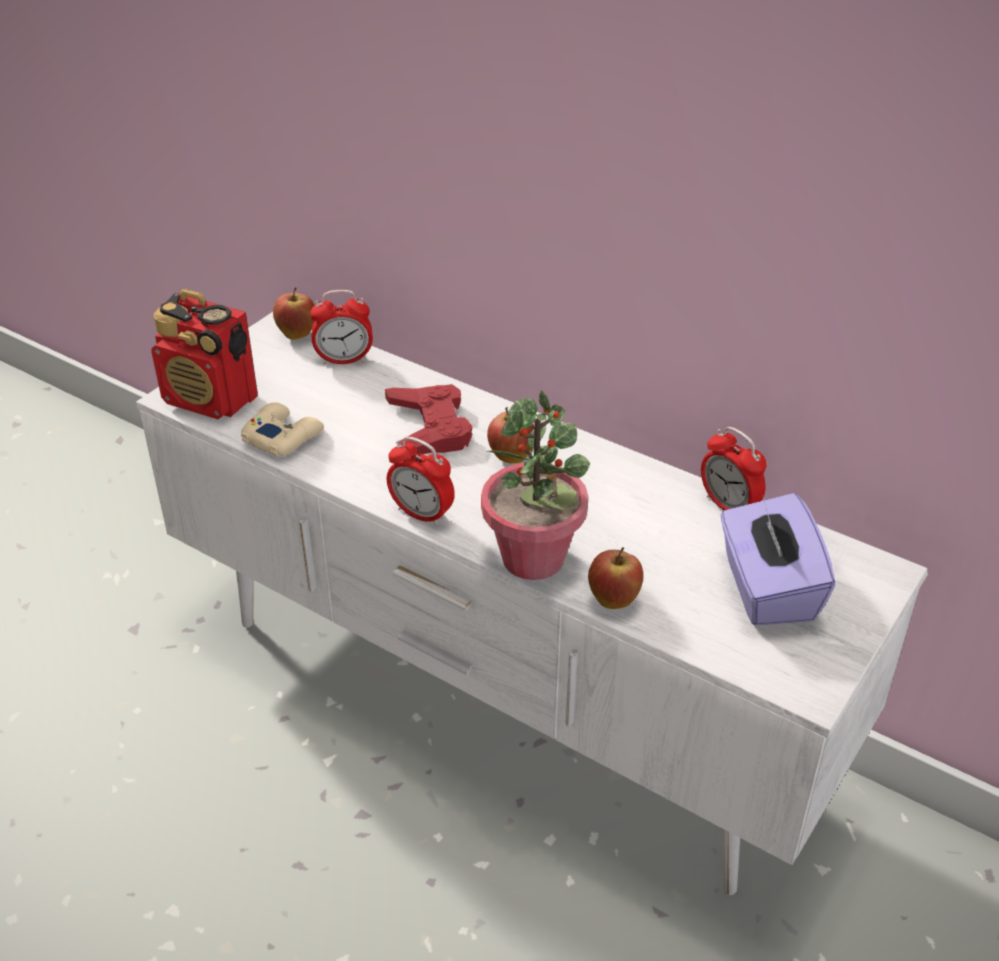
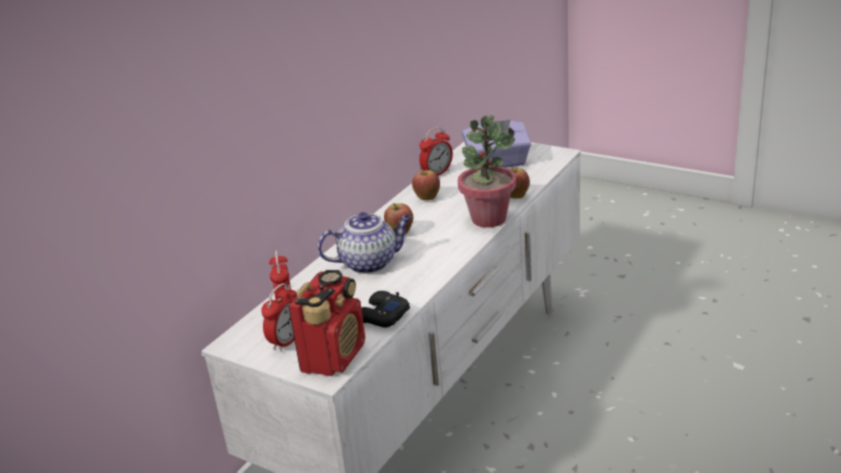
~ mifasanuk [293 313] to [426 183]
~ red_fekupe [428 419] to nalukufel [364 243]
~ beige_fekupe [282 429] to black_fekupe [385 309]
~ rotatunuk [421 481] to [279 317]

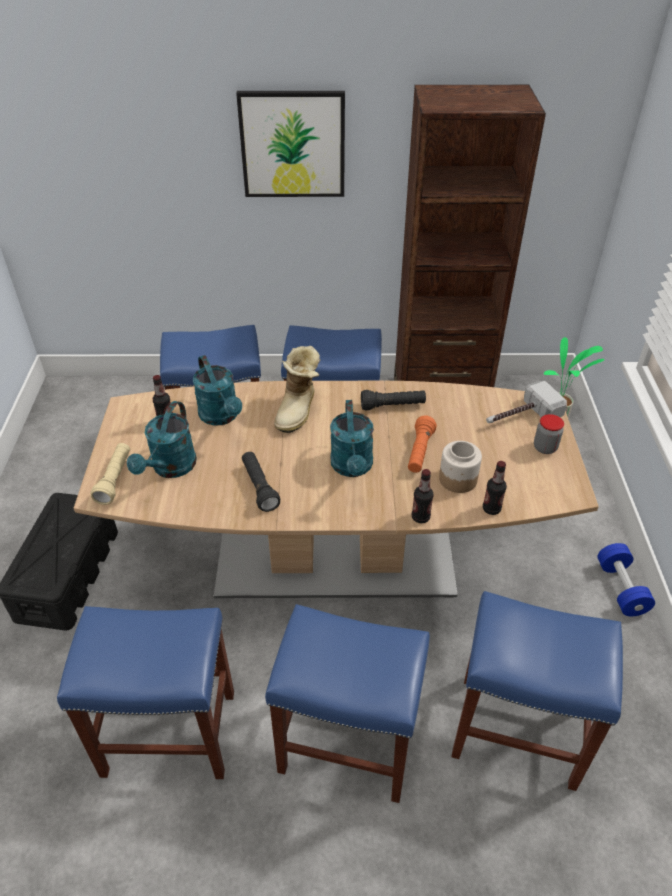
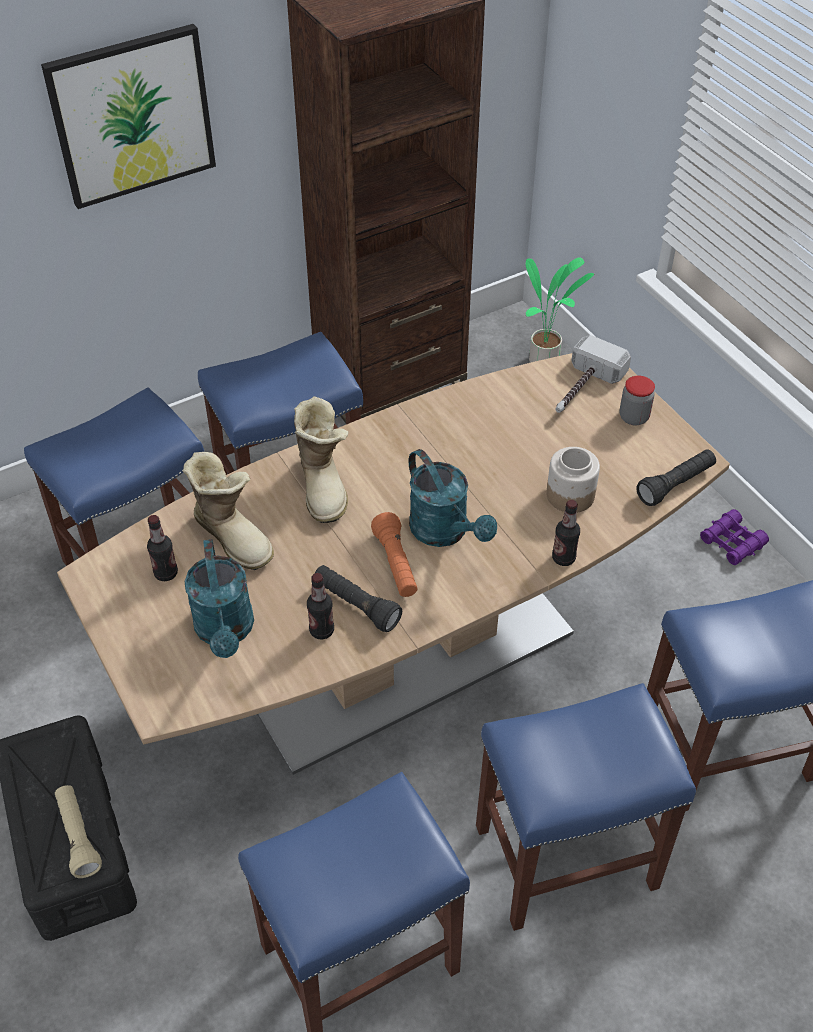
~ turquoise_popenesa [217 390] to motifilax [228 511]
~ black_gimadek [393 400] to [676 477]
~ orange_gimadek [422 444] to [394 554]
~ beige_gimadek [110 474] to [78 831]
~ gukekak [495 488] to [320 606]
~ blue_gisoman [626 579] to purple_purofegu [734 537]

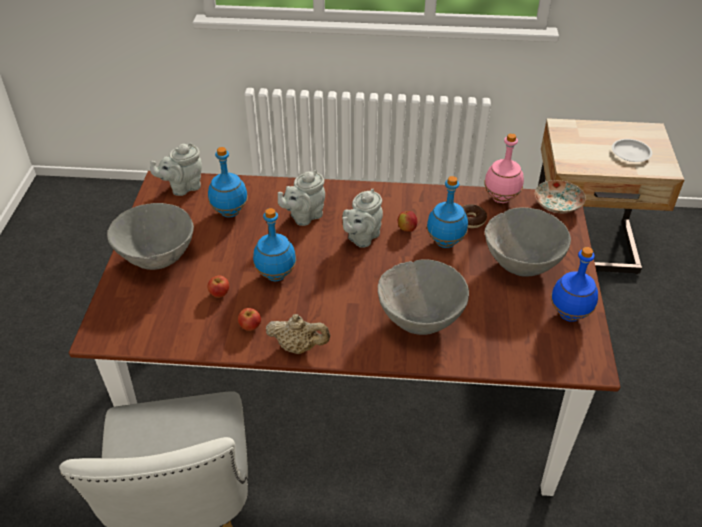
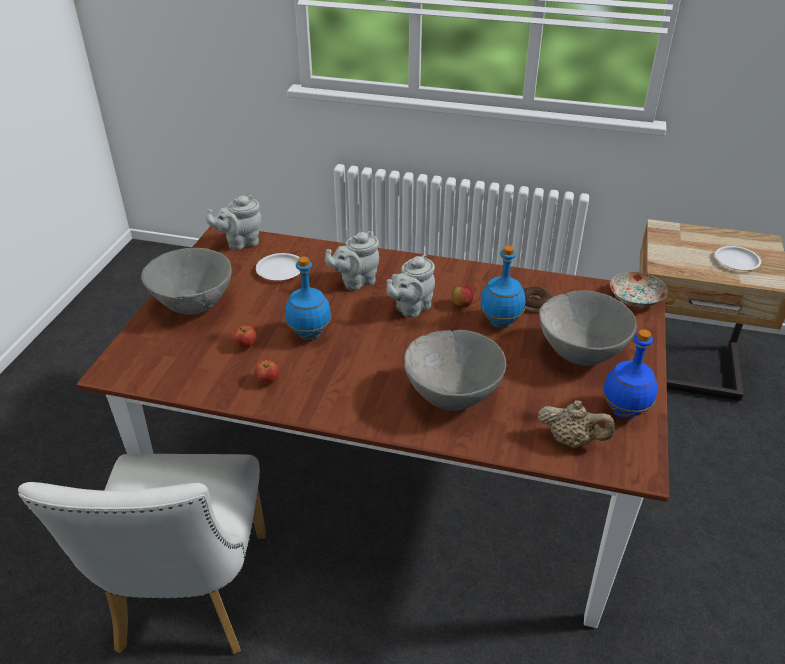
- pink_gukekak [504 168]
~ blue_gukekak [228 182] to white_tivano [278 267]
~ beige_nalukufel [298 334] to [576 424]

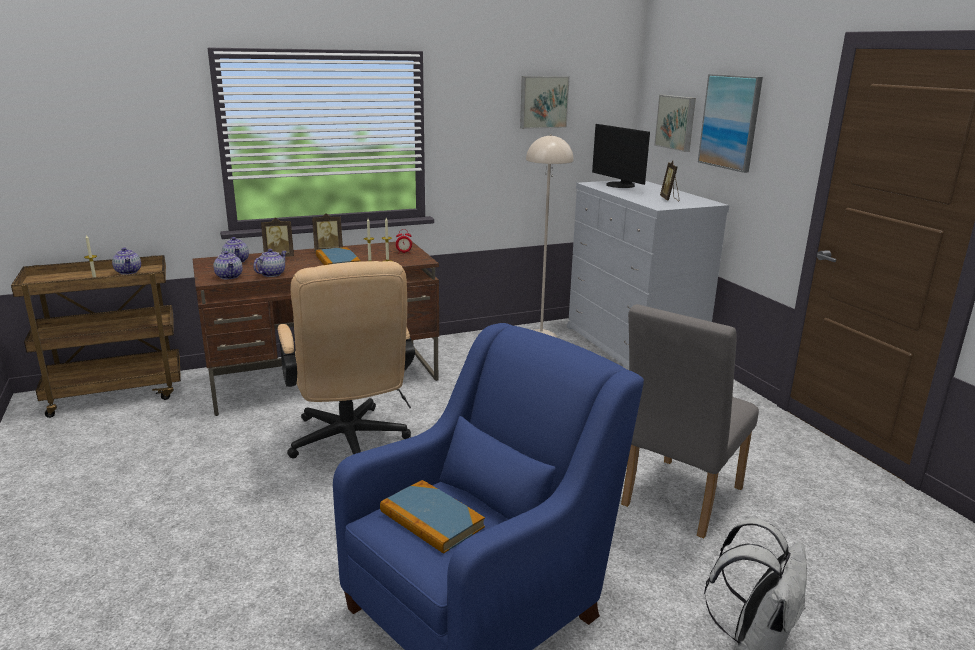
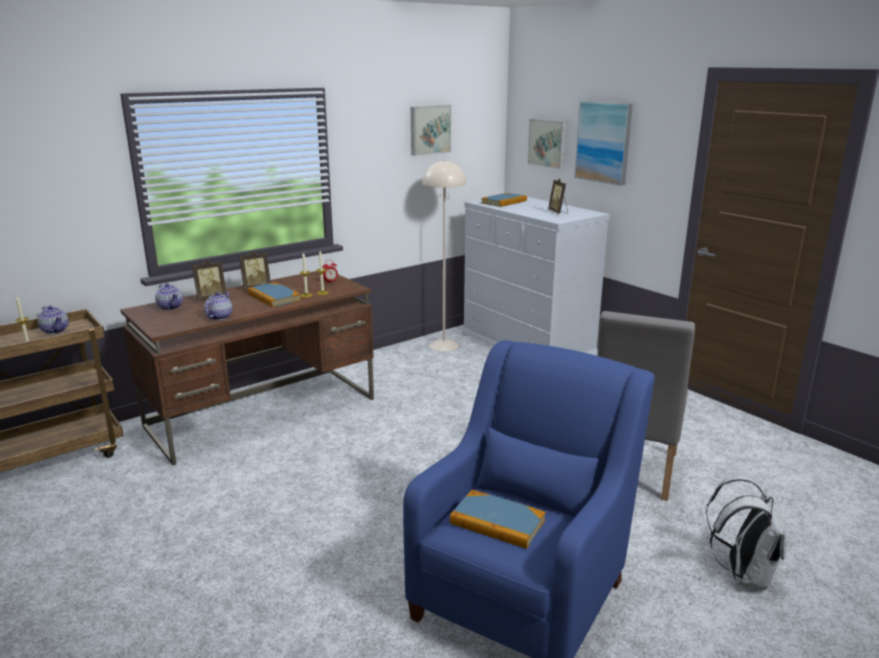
~ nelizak [621 156] to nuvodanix [504 200]
- nalukufel [228 265]
- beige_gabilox [346 360]

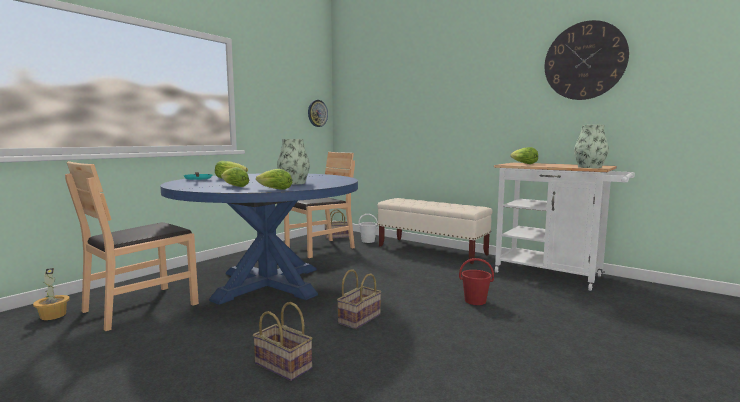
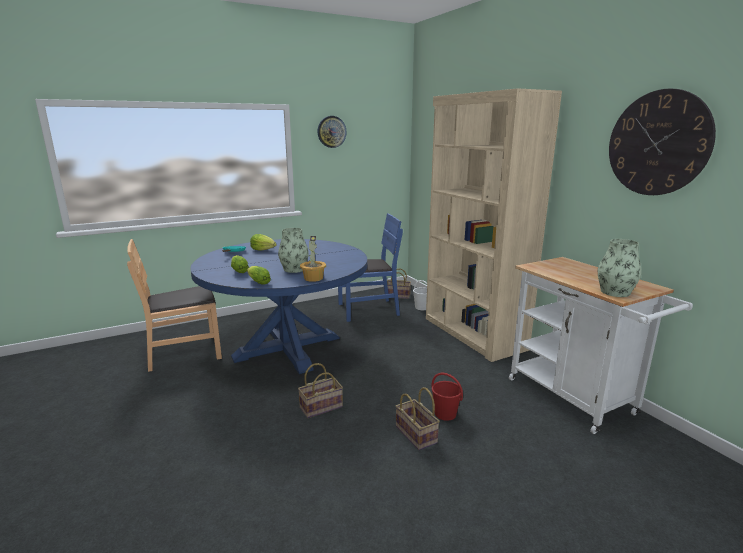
~ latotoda [318 113] to [332 132]
- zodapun [524 155]
~ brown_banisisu [319 205] to blue_banisisu [370 267]
~ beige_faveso [434 231] to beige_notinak [494 225]
~ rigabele [51 294] to [313 259]
~ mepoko [283 341] to [418 418]

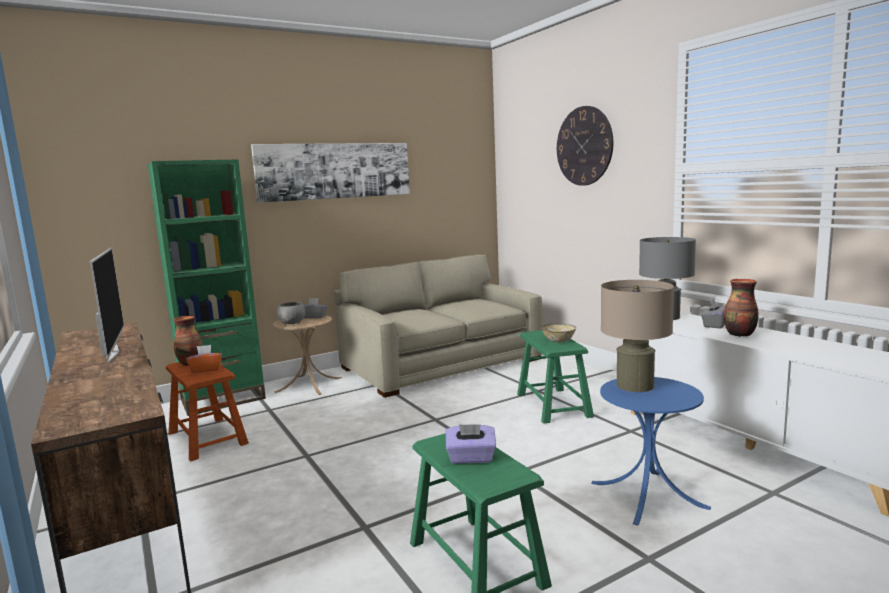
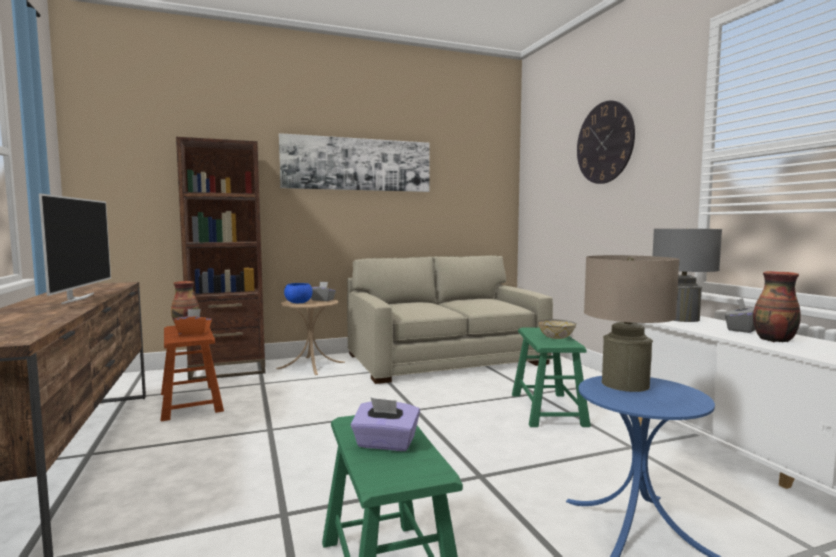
~ green_notinak [207 288] to brown_notinak [220 258]
~ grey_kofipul [291 313] to blue_kofipul [298 293]

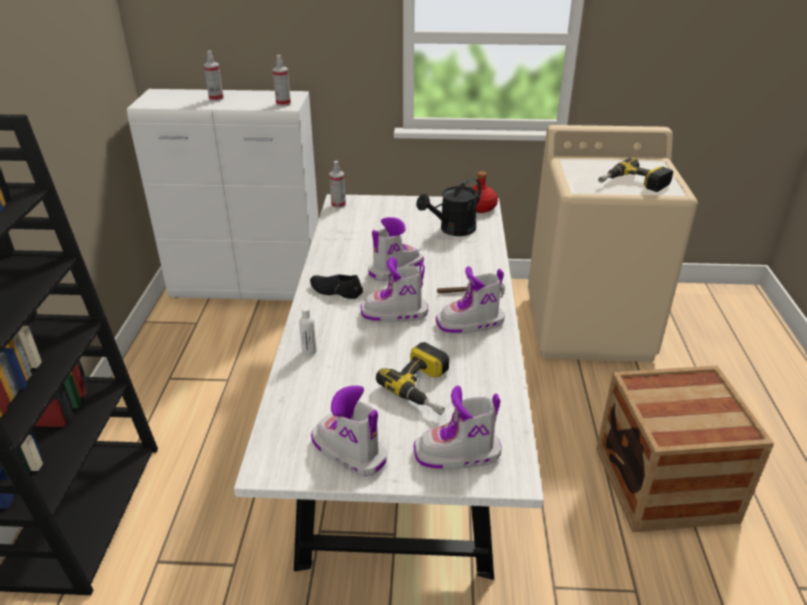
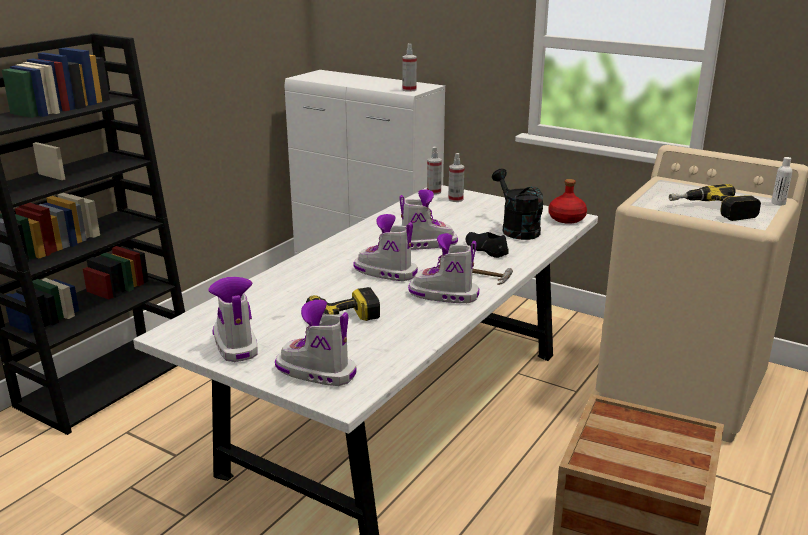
~ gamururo [214 75] to [456 177]
~ black_popenesa [448 207] = [517 204] 75 degrees clockwise
~ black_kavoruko [336 286] to [487 245]
~ white_gukekak [308 331] to [781 181]

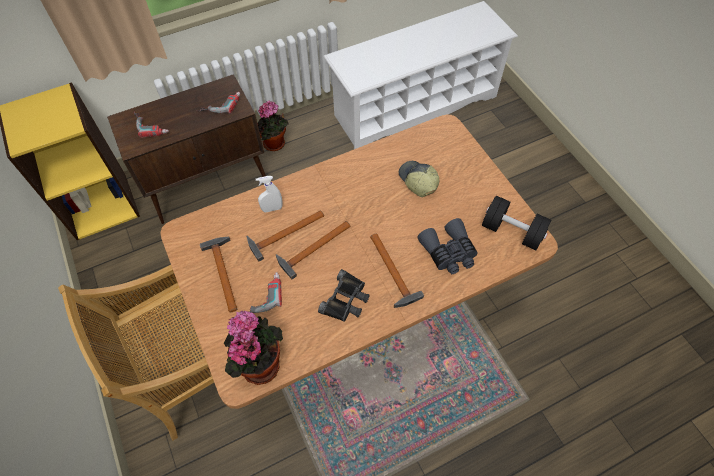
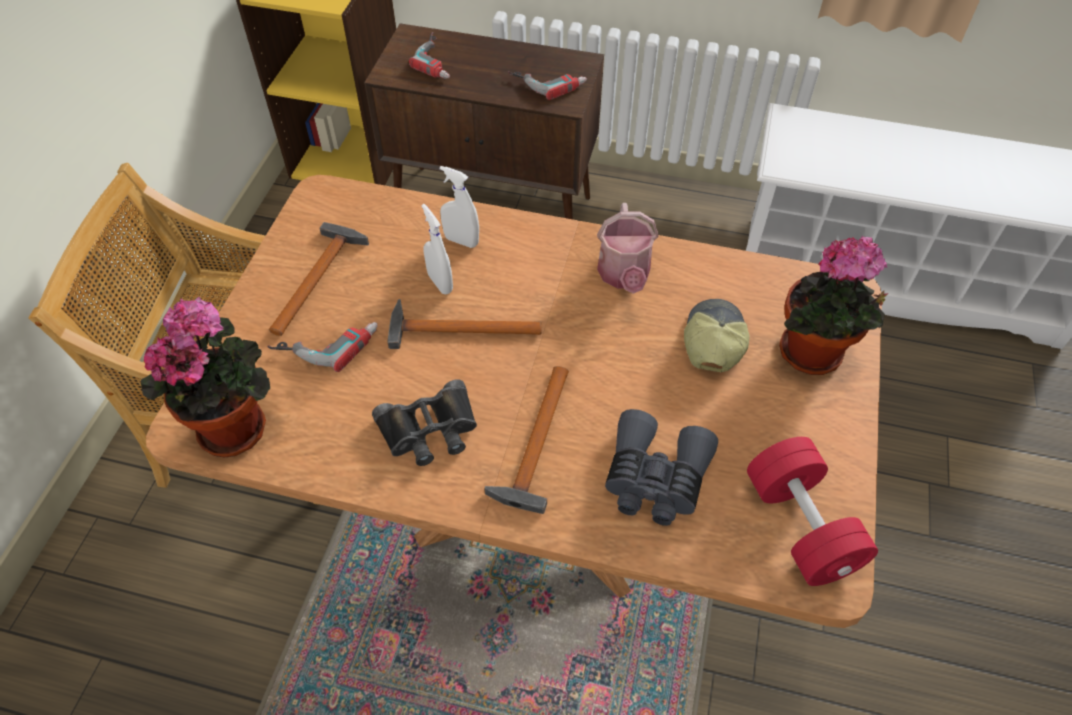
~ rigabele [272 125] to [834 305]
~ black_gisoman [516 223] to red_gisoman [812 511]
~ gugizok [285 236] to white_gamururo [437 249]
+ popenesa [628 248]

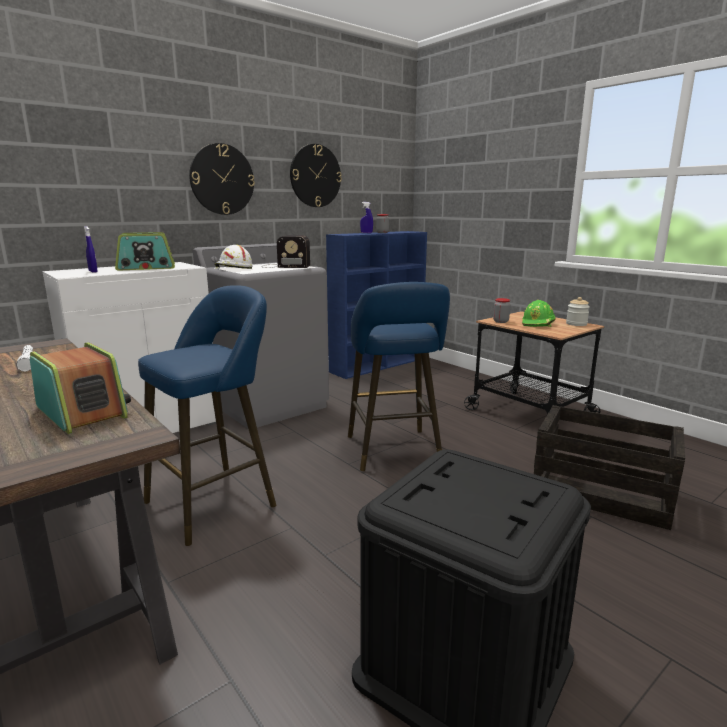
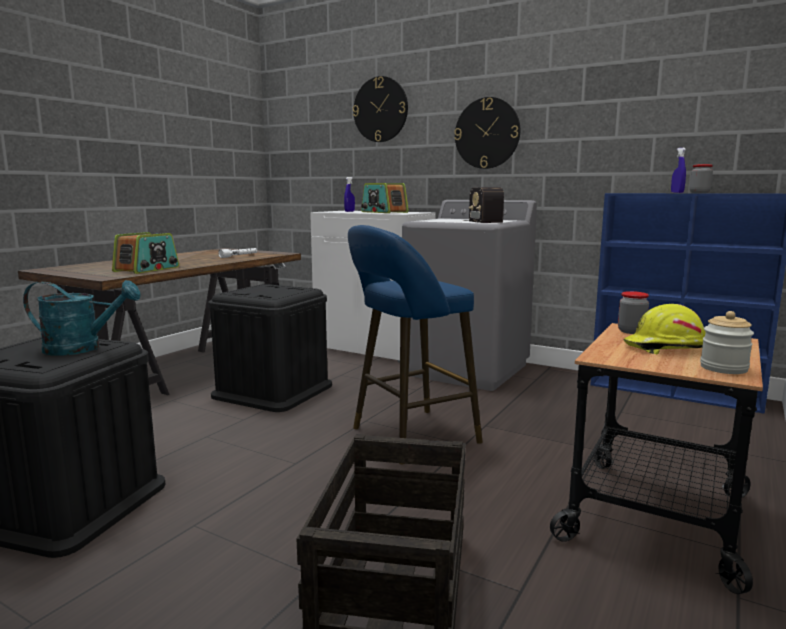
~ latotoda [316 175] to [380 109]
- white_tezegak [234 257]
~ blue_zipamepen [207 415] to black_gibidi [270 348]
~ green_tezegak [539 313] to yellow_tezegak [665 329]
+ turquoise_popenesa [82 318]

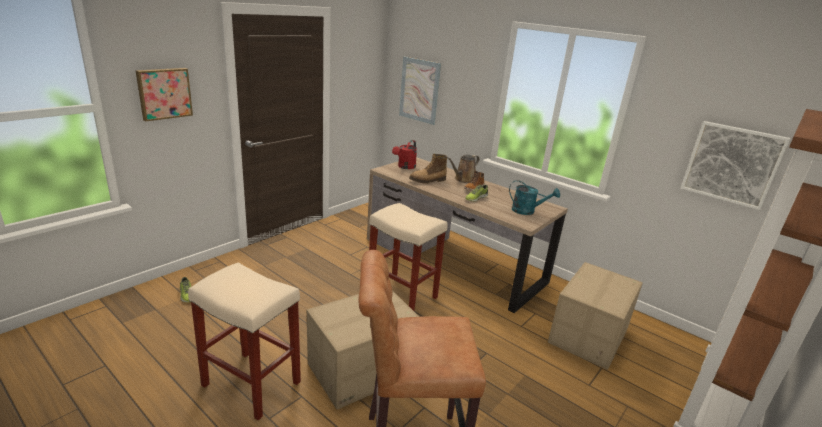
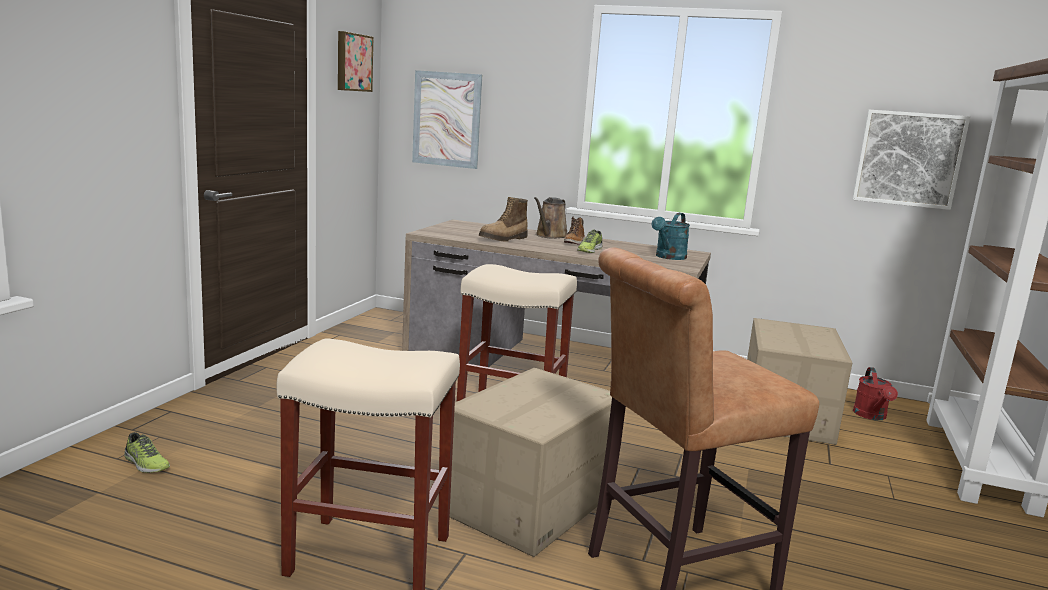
~ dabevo [164 94] to [355 61]
~ red_popenesa [404 154] to [875 393]
~ turquoise_popenesa [534 197] = [671 236] 120 degrees clockwise

